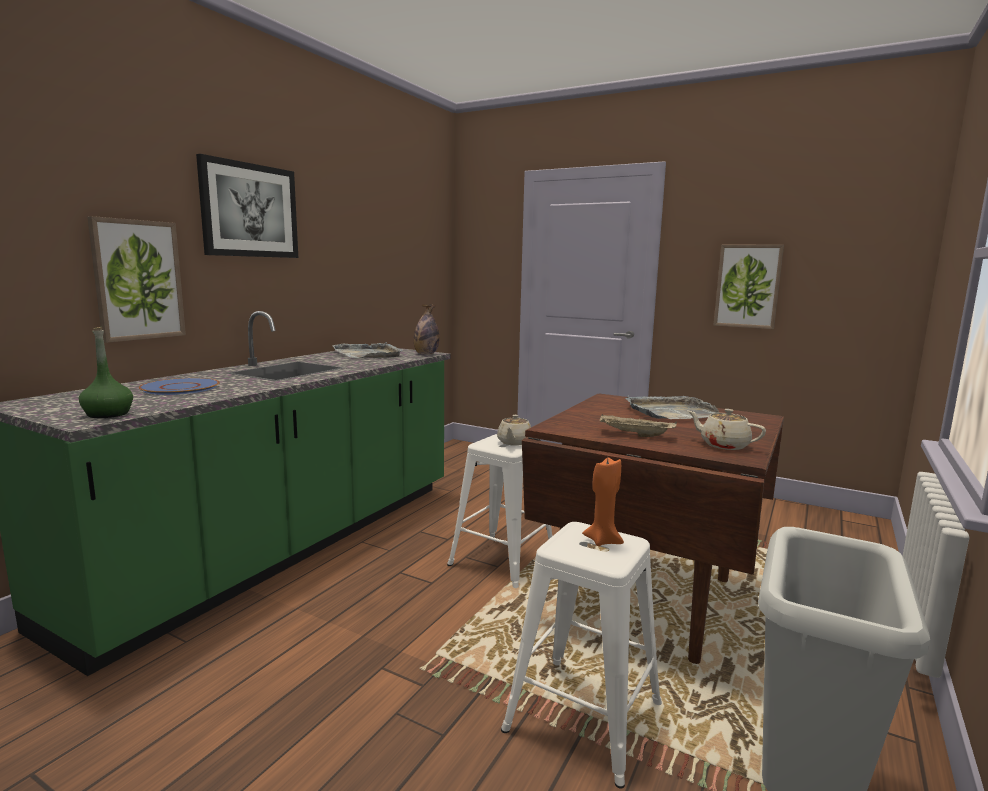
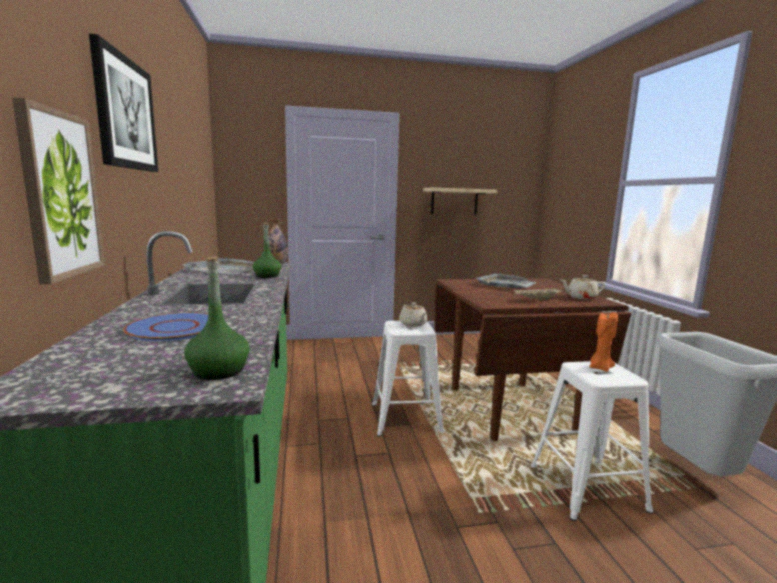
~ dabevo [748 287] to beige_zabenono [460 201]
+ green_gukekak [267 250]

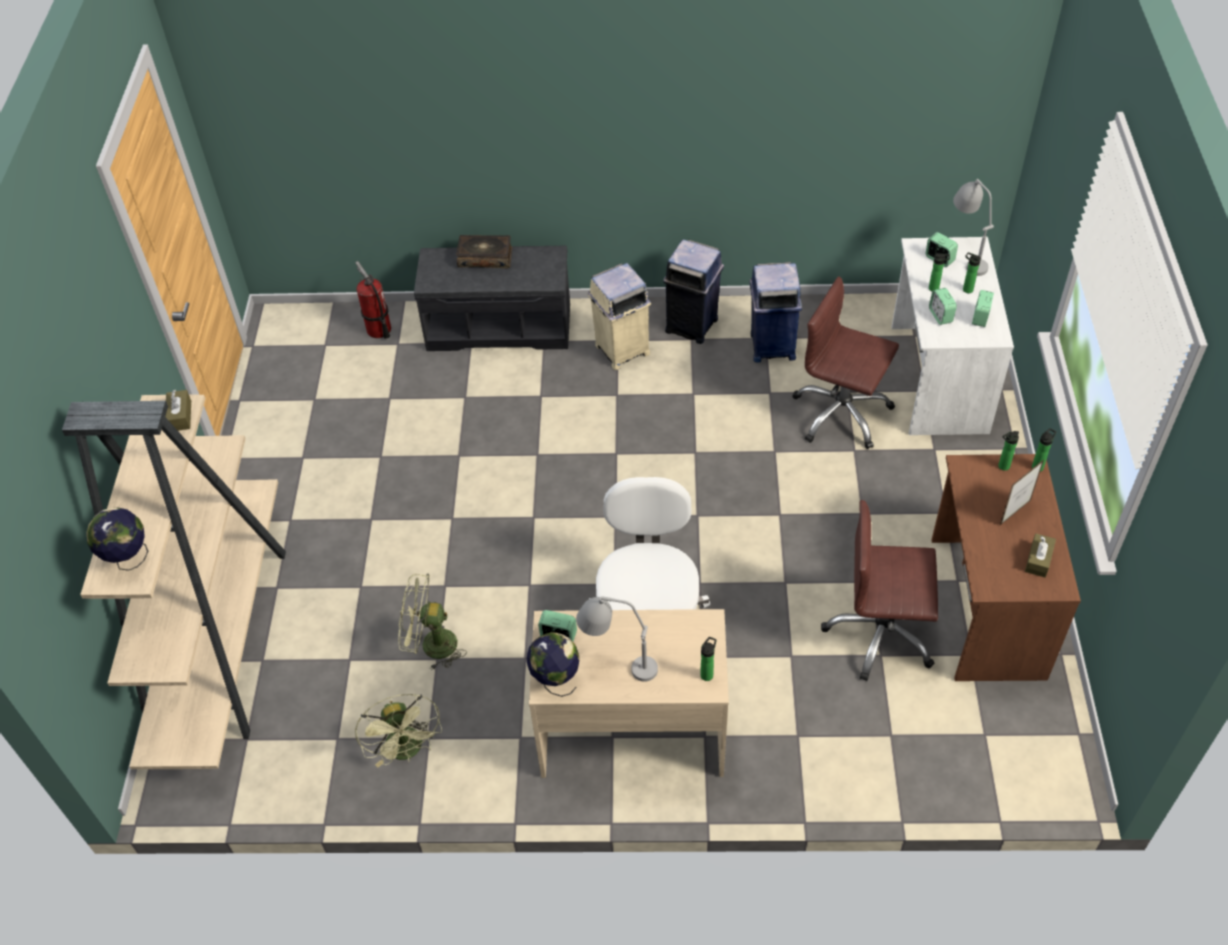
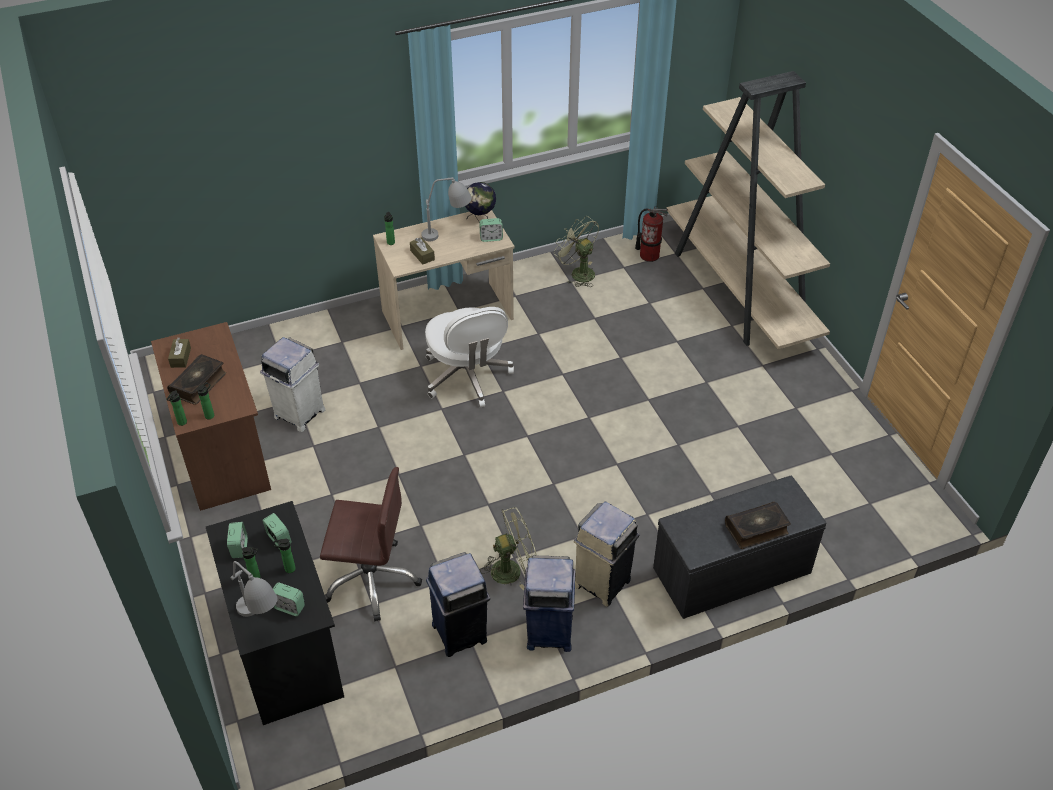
~ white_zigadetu [953 336] to black_zigadetu [275 613]
~ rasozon [373 300] to [651 234]
~ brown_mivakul [178 410] to [422 251]
~ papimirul [1022 492] to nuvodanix [196 379]
~ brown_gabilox [879 590] to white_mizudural [292 384]
- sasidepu [117 539]
~ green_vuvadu [432 622] to [509 548]

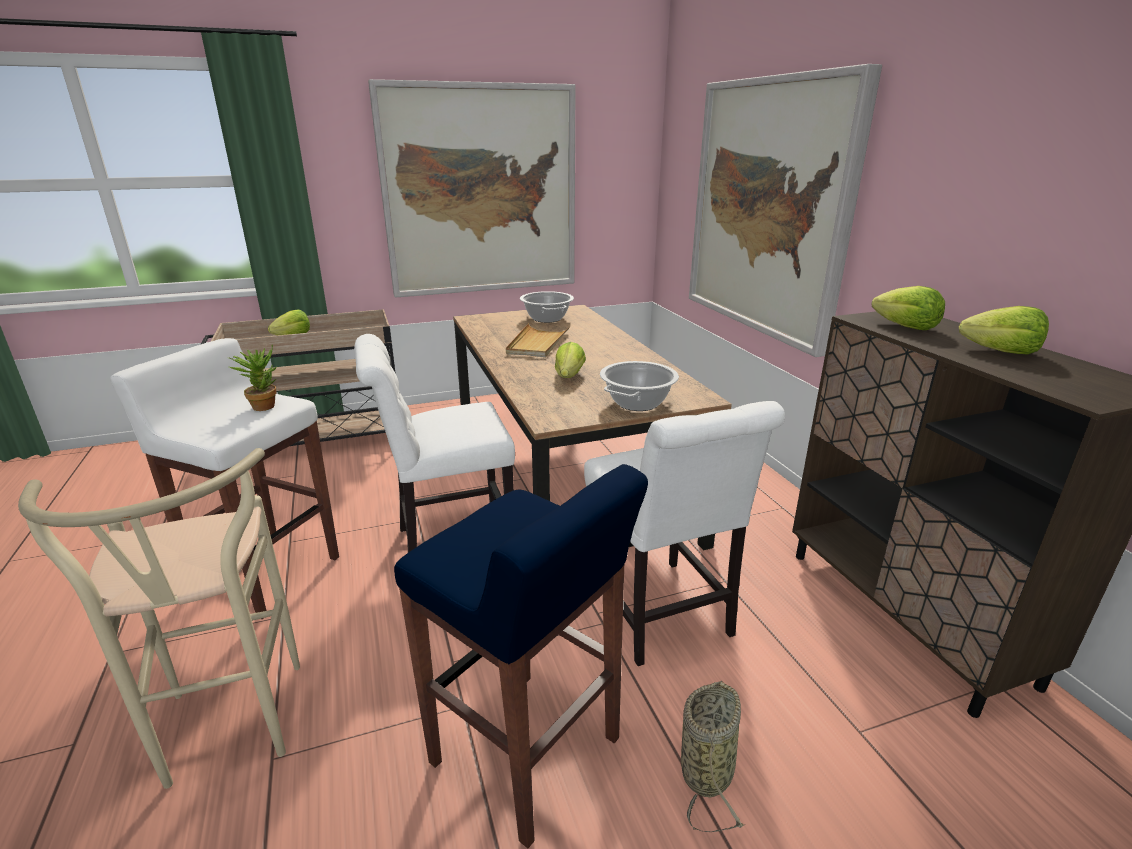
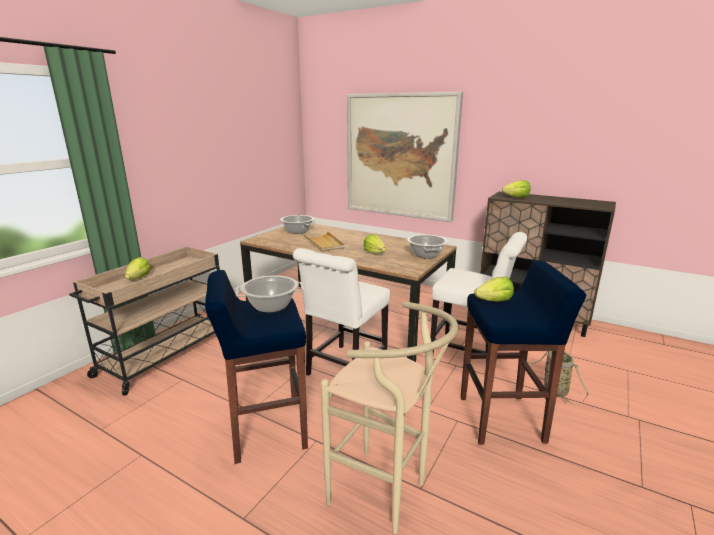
- dabevo [472 188]
~ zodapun [1004 330] to [494 289]
~ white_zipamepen [224 478] to blue_zipamepen [256 367]
~ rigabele [253 377] to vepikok [270 294]

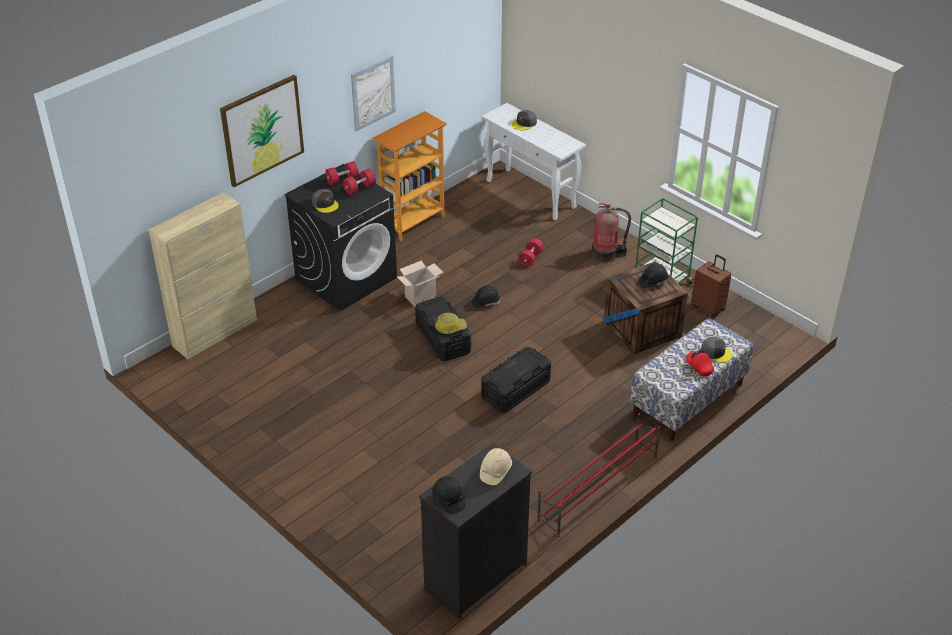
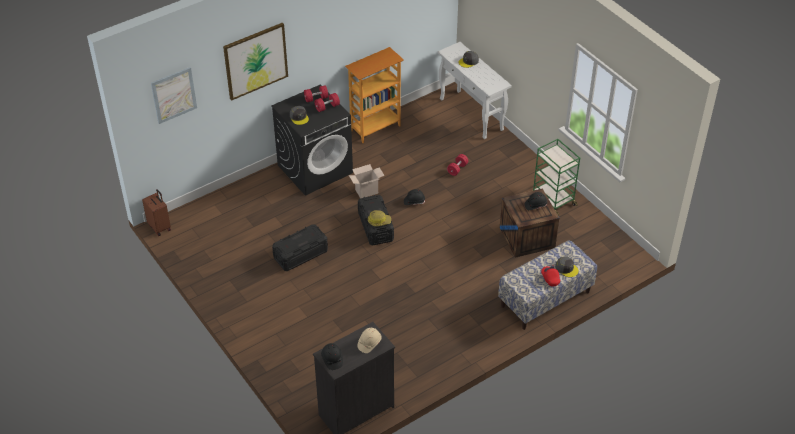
~ dabevo [373 93] to [174 95]
- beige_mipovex [202 275]
- rasozon [611 232]
~ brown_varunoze [711 286] to [156 212]
~ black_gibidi [516 380] to [300 247]
- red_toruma [599 475]

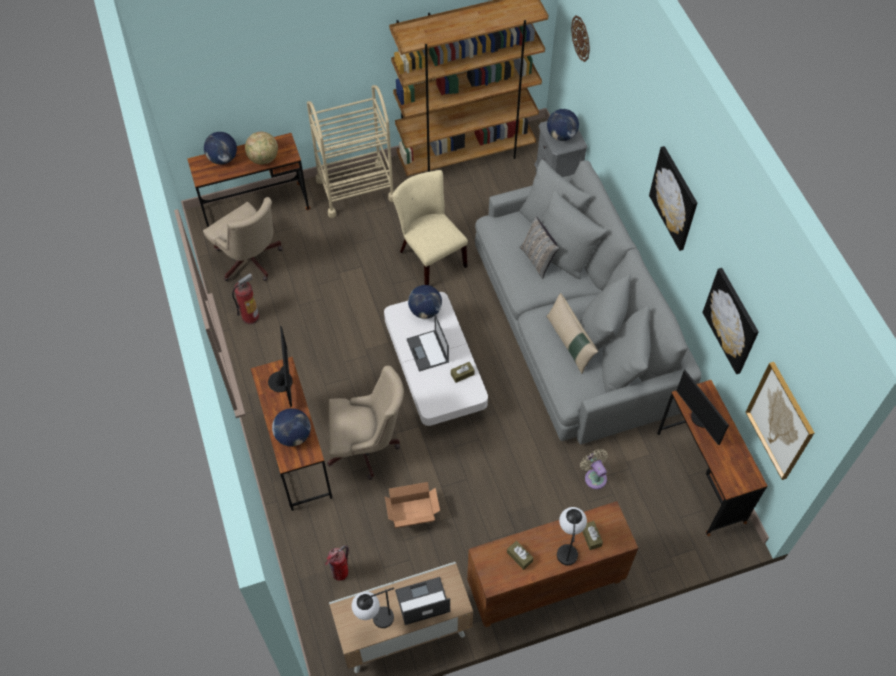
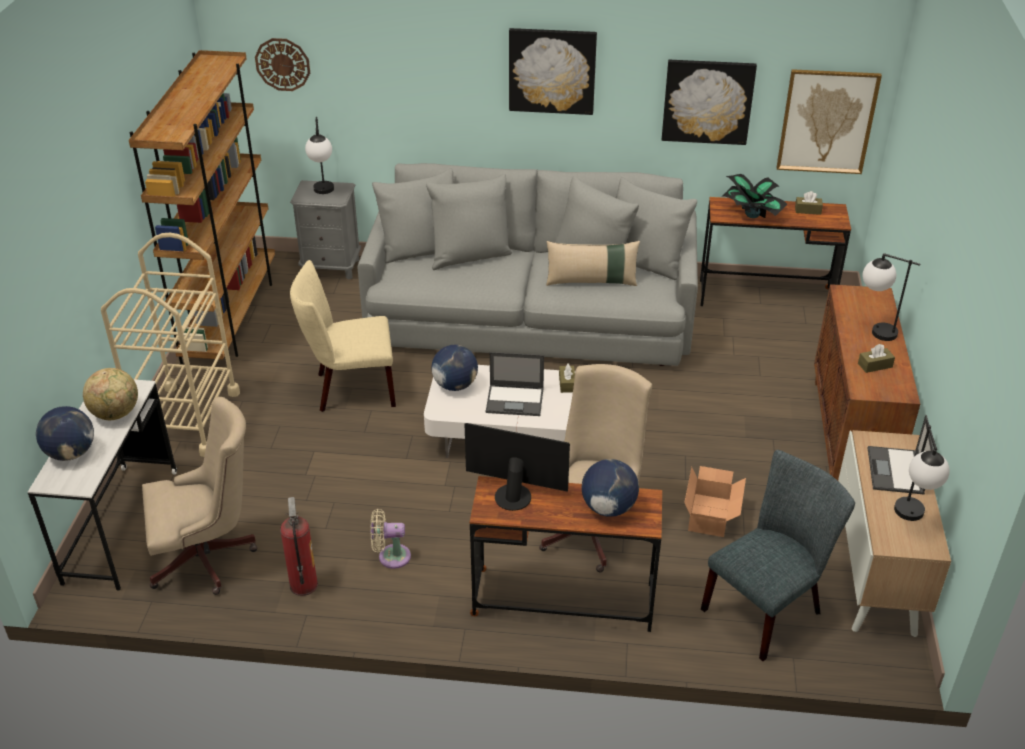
~ sasidepu [563 125] to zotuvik [319 155]
~ brown_zigadetu [248 180] to white_zigadetu [102 485]
- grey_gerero [540 247]
~ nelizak [703 407] to rigabele [754 196]
~ beige_vuvadu [593 469] to [390 539]
~ brown_mivakul [592 535] to [809 203]
~ rasozon [337 563] to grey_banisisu [778 555]

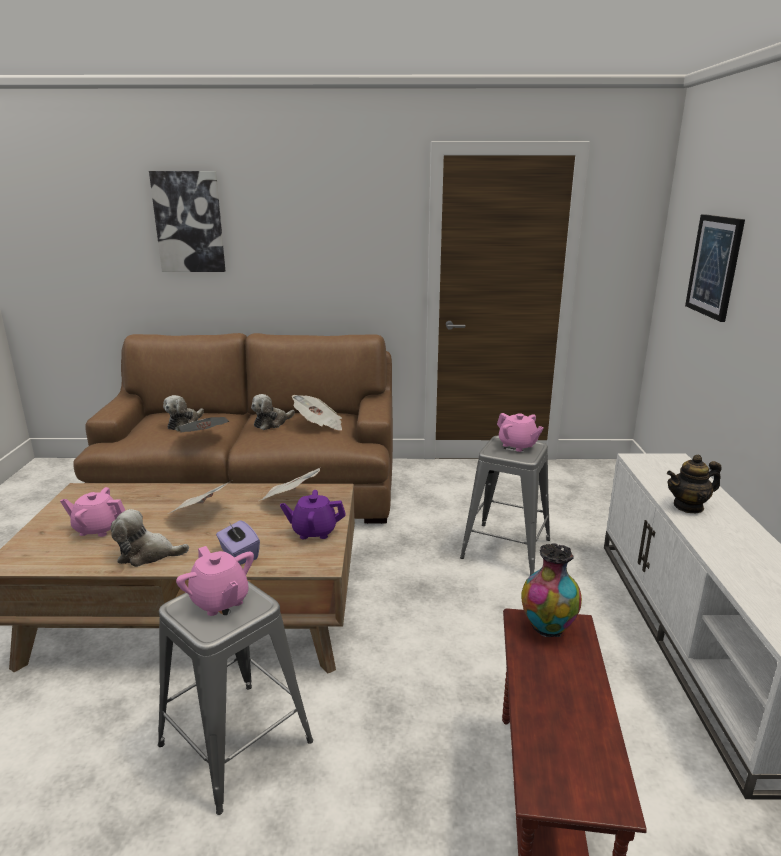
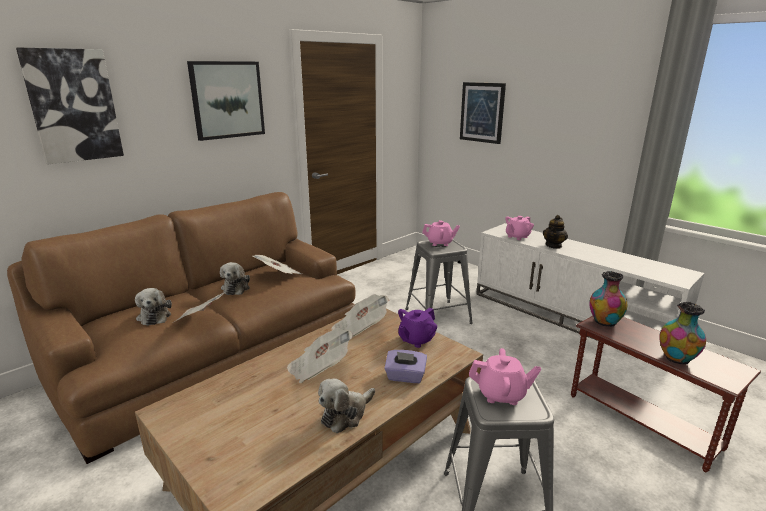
~ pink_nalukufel [93 512] to [519 228]
+ dabevo [226 101]
+ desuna [682 333]

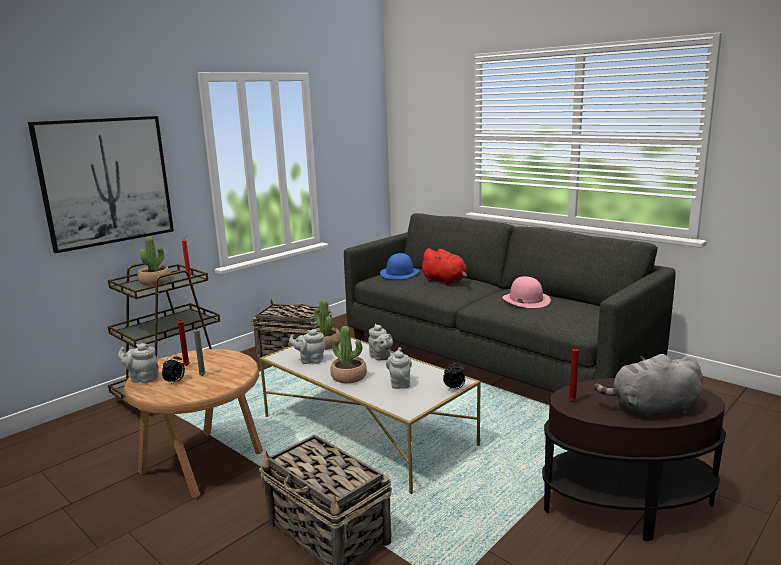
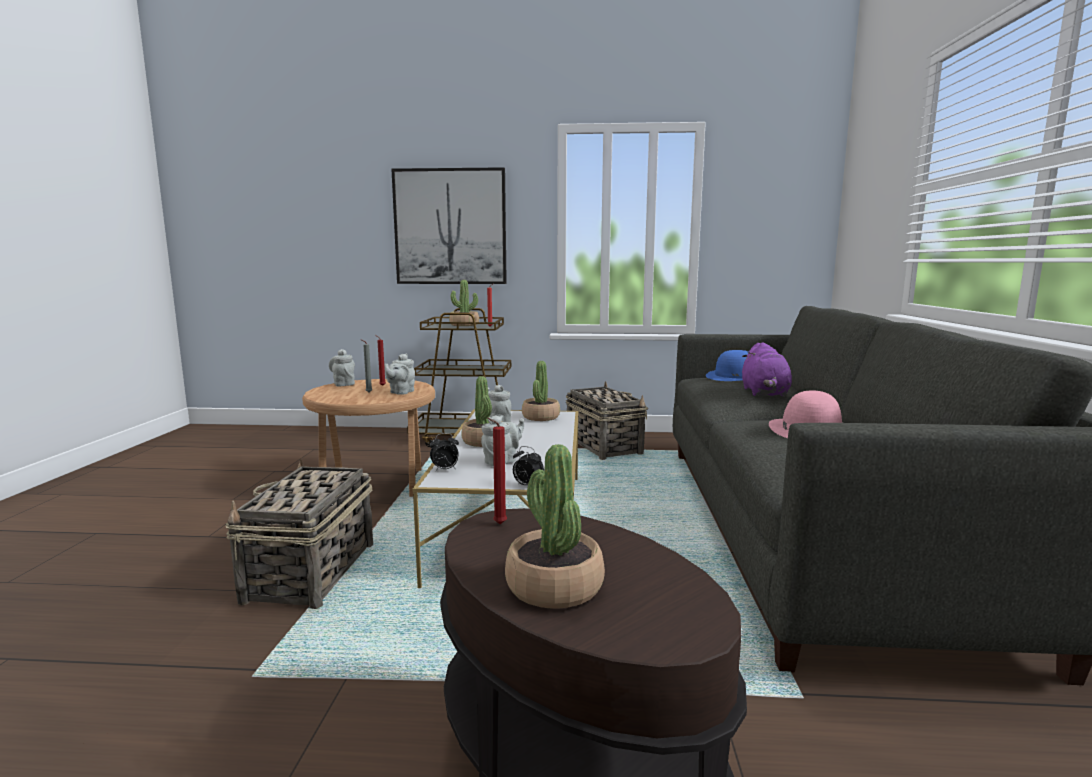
~ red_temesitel [443 266] to purple_temesitel [767 370]
~ grey_nalukufel [380 342] to [399 374]
~ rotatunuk [173 369] to [444 452]
~ grey_temesitel [648 387] to rigabele [555 526]

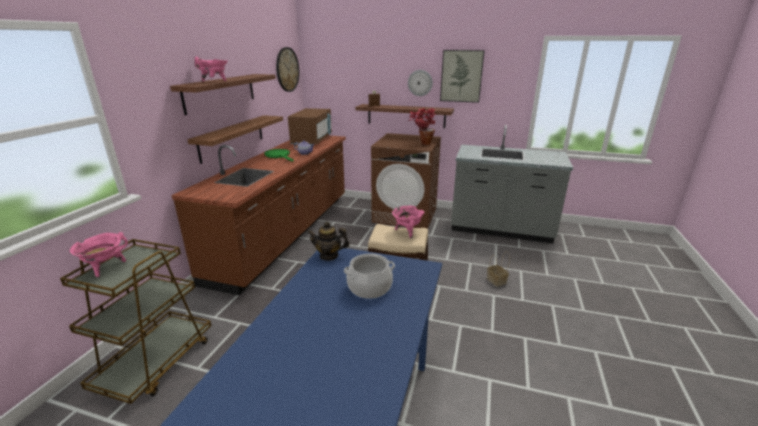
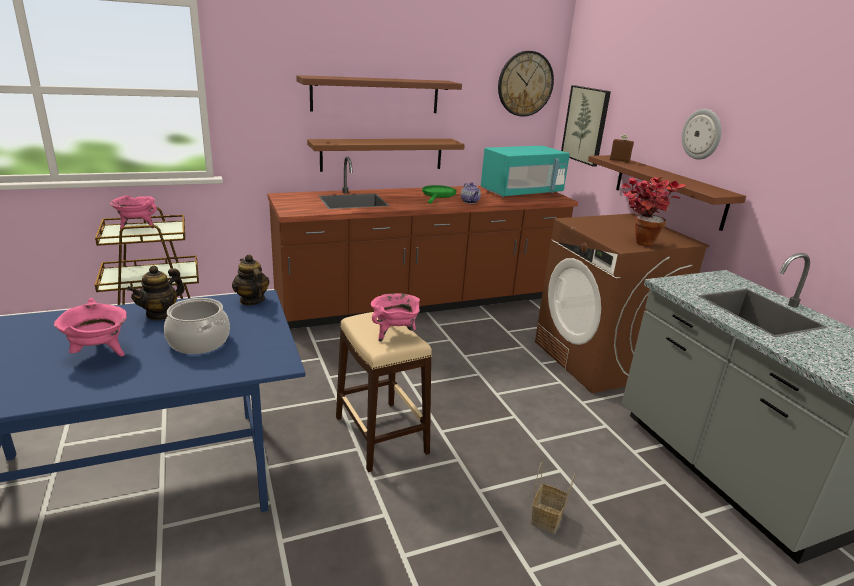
~ dabevo [462 76] to [586 126]
~ pink_vepikok [211 69] to [90 327]
~ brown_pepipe [310 126] to turquoise_pepipe [525 172]
+ nalukufel [156 293]

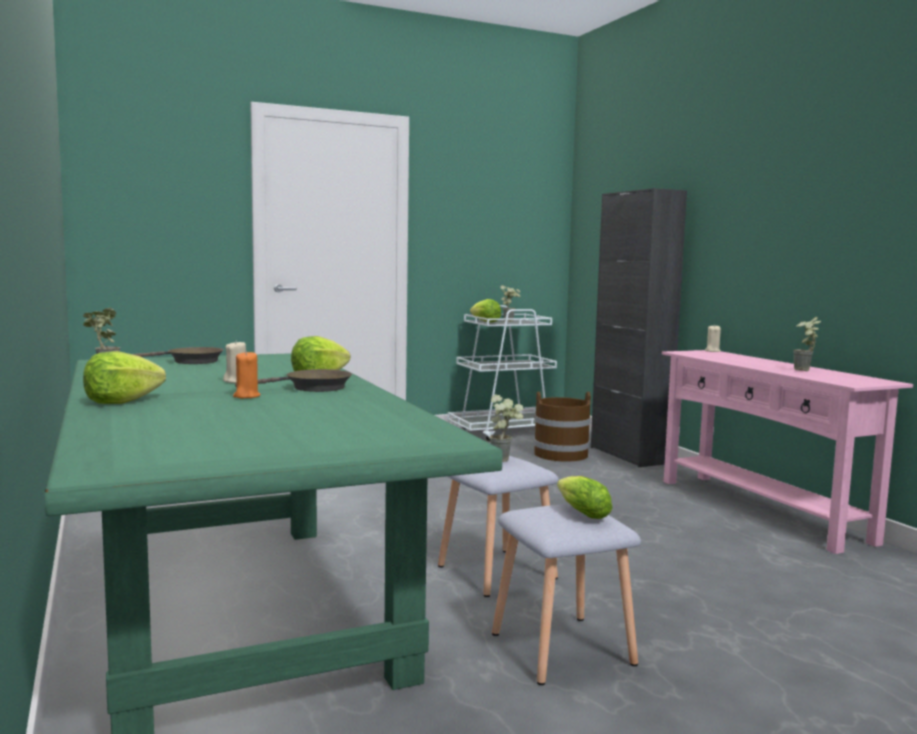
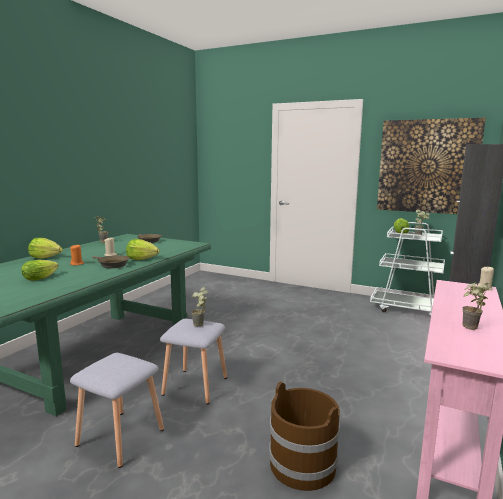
~ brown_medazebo [562 427] to [304 436]
~ zodapun [585 497] to [40 270]
+ dabevo [431 166]

